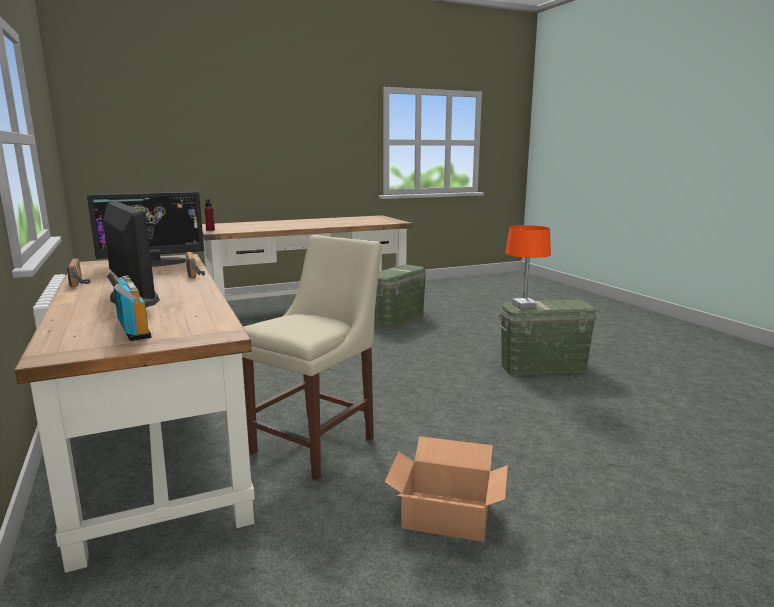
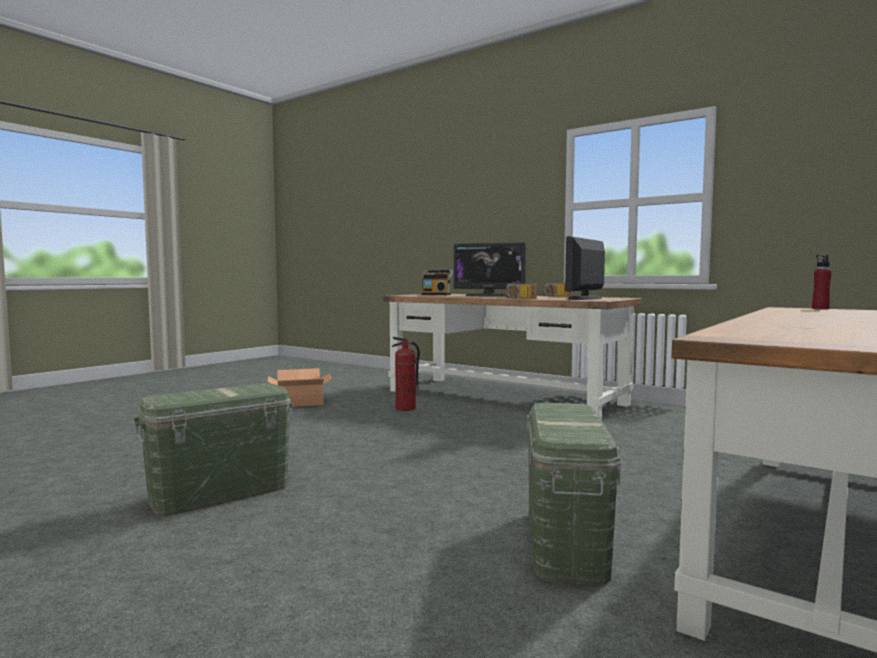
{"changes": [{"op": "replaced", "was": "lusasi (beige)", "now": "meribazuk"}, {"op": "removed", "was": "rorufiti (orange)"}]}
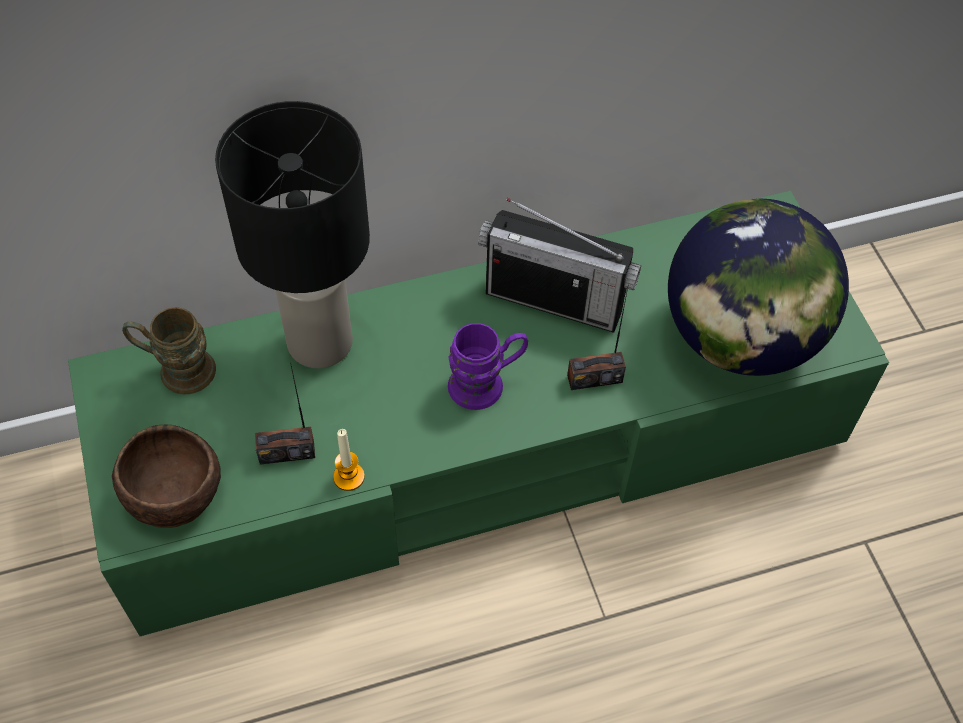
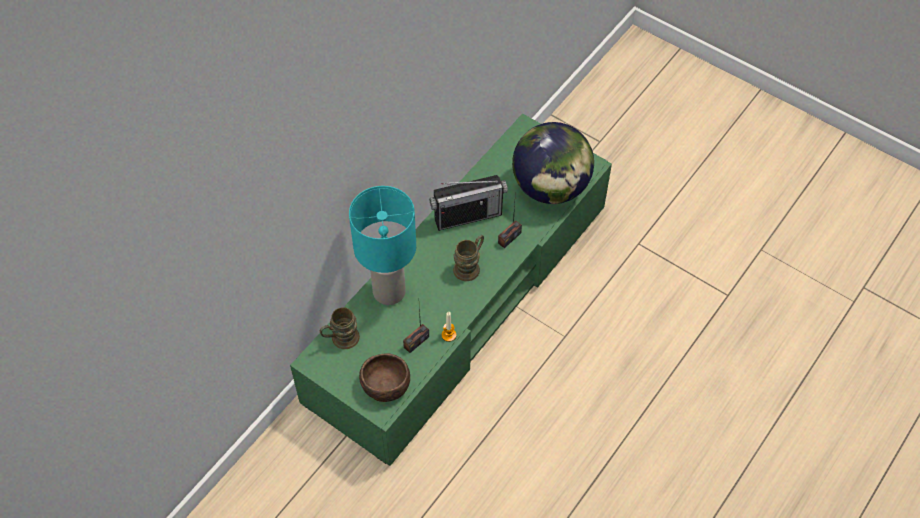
{"changes": [{"op": "recoloured", "was": "rorufiti (black)", "now": "rorufiti (turquoise)"}, {"op": "recoloured", "was": "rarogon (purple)", "now": "rarogon (brown) (2nd from left)"}]}
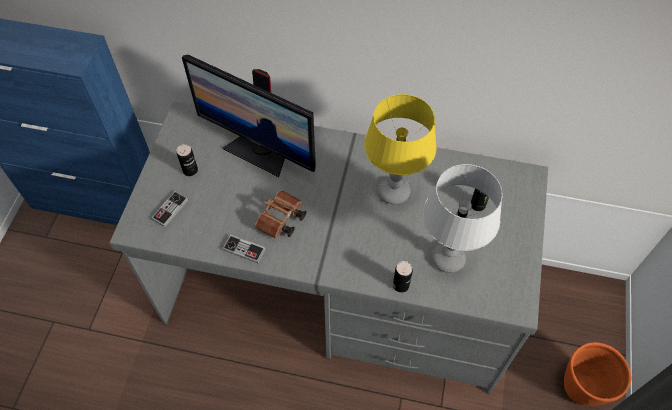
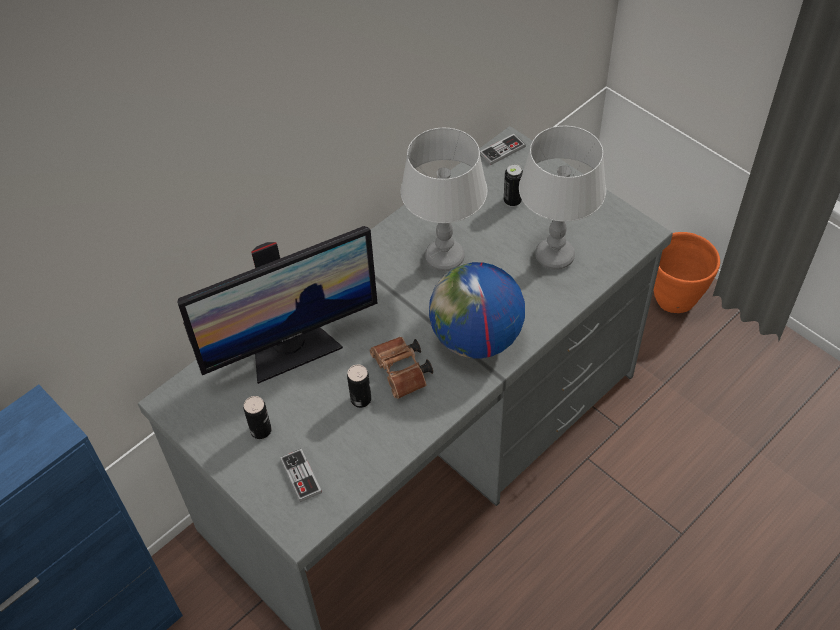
{"changes": [{"op": "moved", "was": "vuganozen (2nd from left)"}, {"op": "recoloured", "was": "rorufiti (yellow)", "now": "rorufiti (grey) (1st from left)"}, {"op": "moved", "was": "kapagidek (2nd from left)"}, {"op": "added", "now": "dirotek"}]}
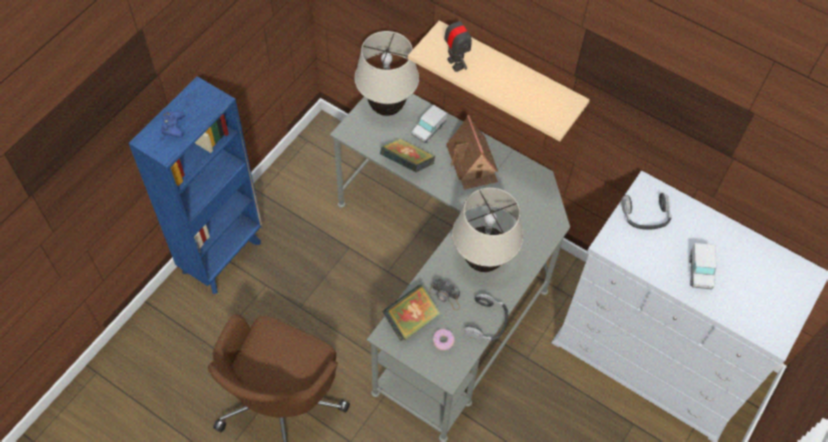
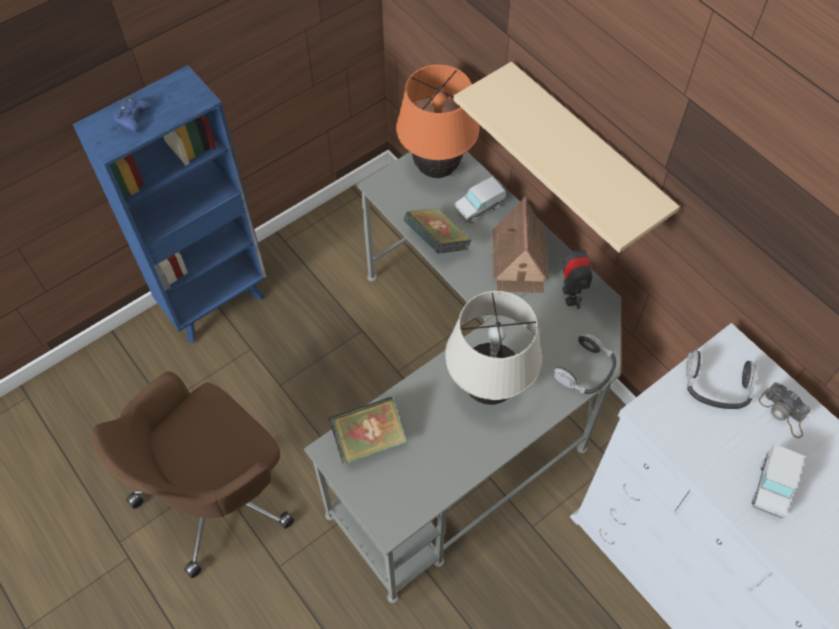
{"changes": [{"op": "recoloured", "was": "rorufiti (beige) (1st from left)", "now": "rorufiti (orange)"}, {"op": "moved", "was": "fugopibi"}, {"op": "removed", "was": "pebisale"}, {"op": "moved", "was": "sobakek"}, {"op": "moved", "was": "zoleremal (1st from left)"}]}
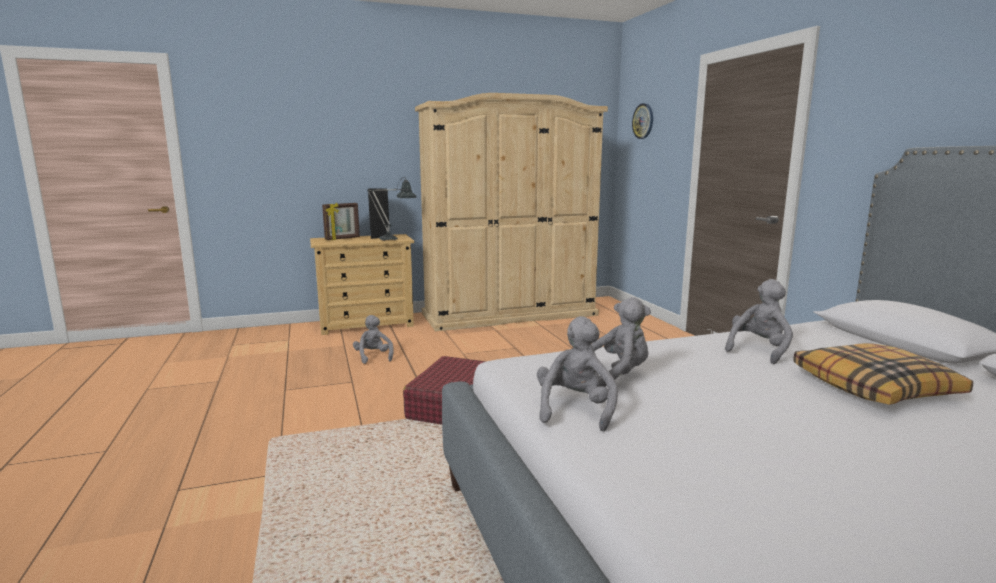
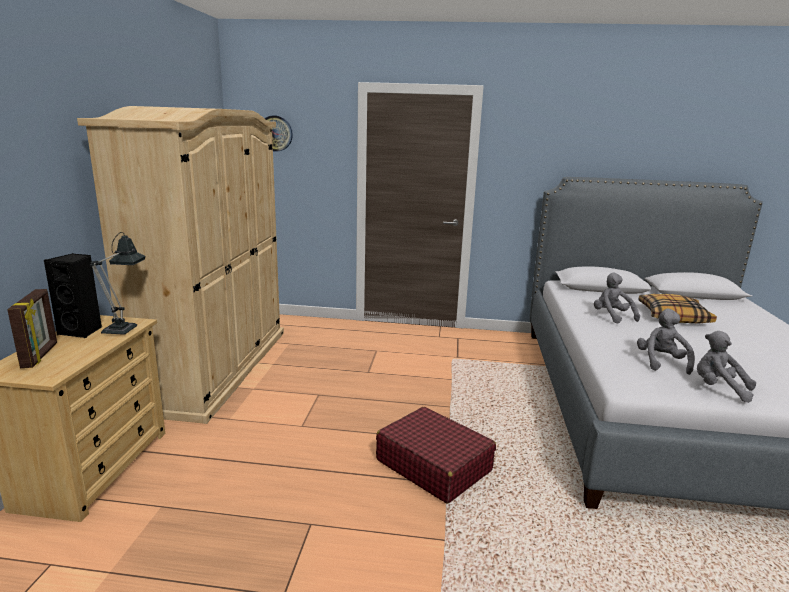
{"changes": [{"op": "removed", "was": "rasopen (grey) (1st from left)"}]}
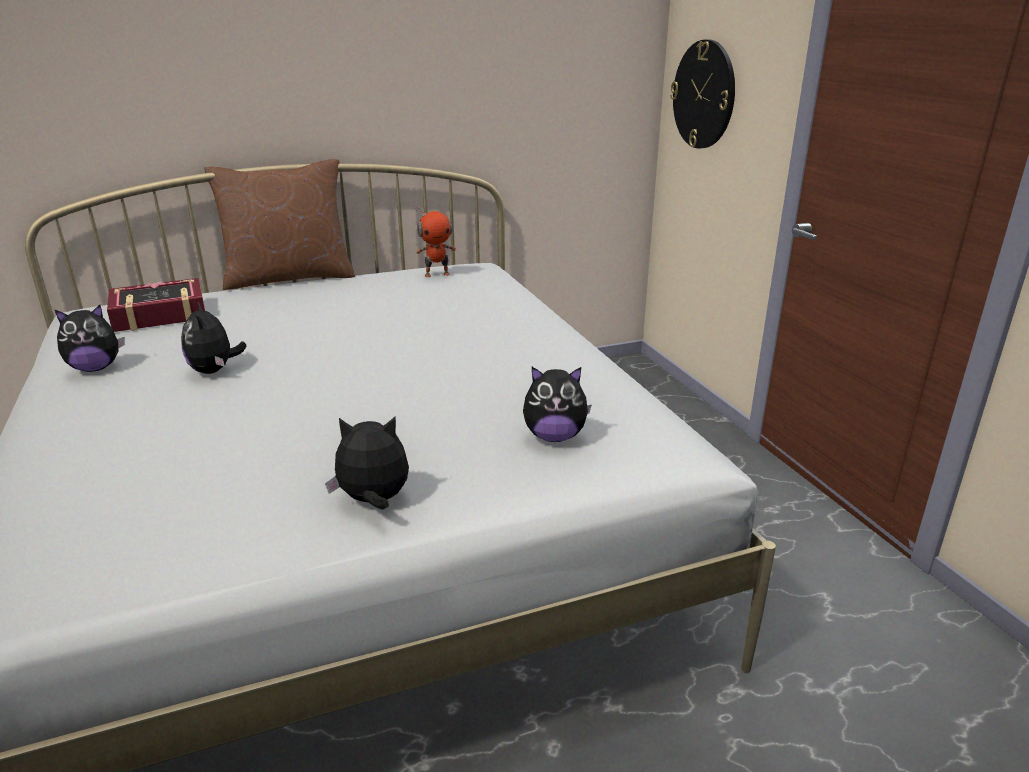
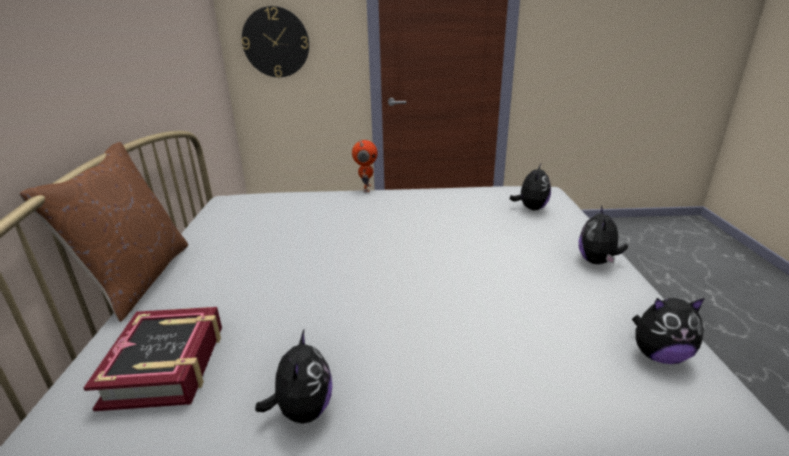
{"changes": [{"op": "moved", "was": "rasopen (2nd from left in the first image)", "now": "rasopen (4th from left)"}, {"op": "moved", "was": "sobakek"}]}
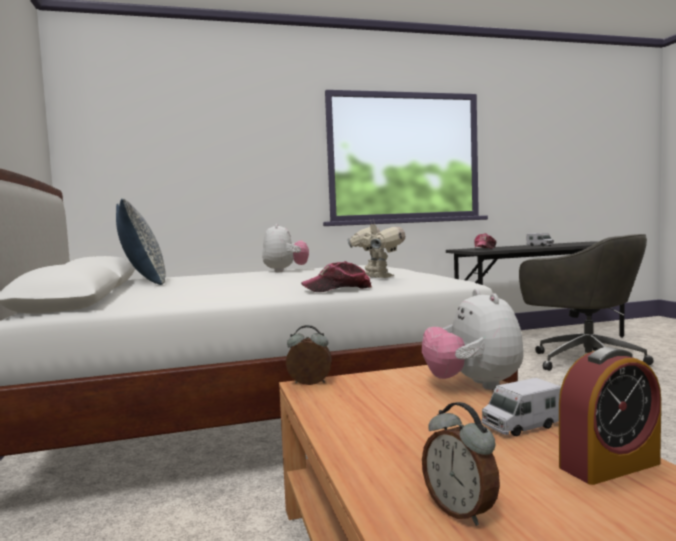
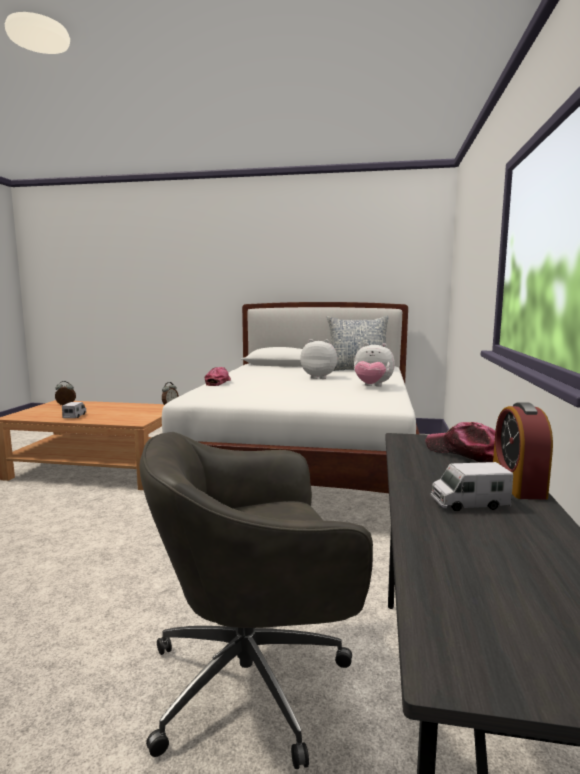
{"changes": [{"op": "removed", "was": "sobakek"}, {"op": "moved", "was": "rasopen (2nd from left in the first image)", "now": "rasopen (1st from left)"}, {"op": "moved", "was": "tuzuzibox (3rd from left)"}]}
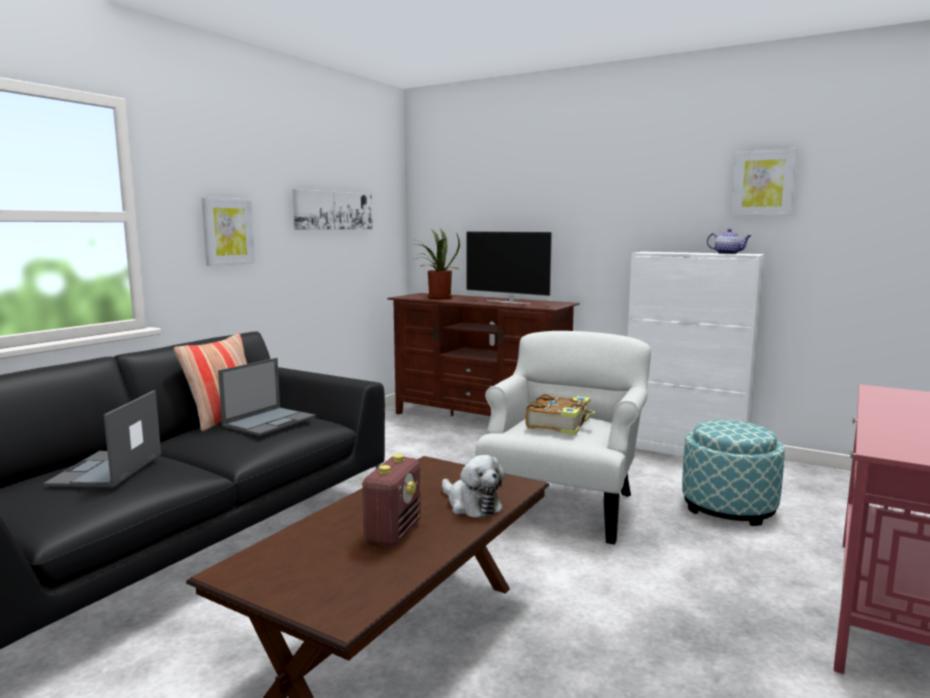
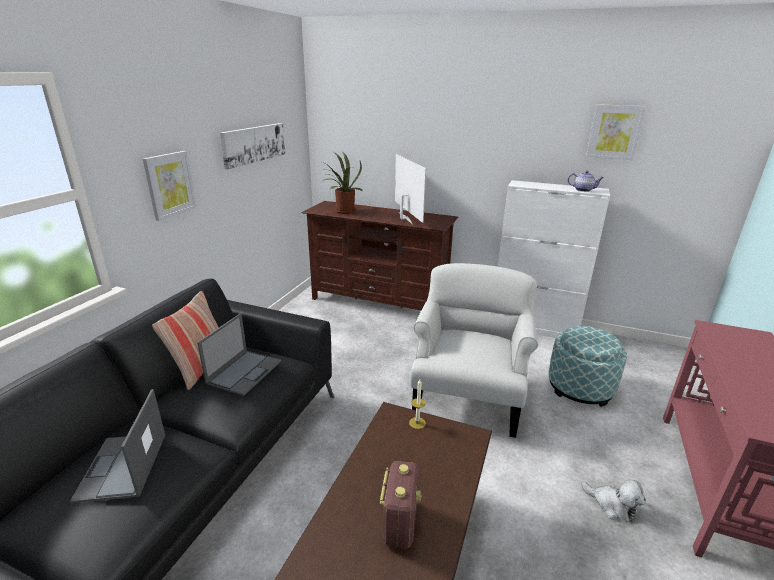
{"changes": [{"op": "moved", "was": "rasopen"}, {"op": "turned", "was": "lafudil", "clockwise": -135}, {"op": "removed", "was": "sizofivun"}, {"op": "added", "now": "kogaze"}]}
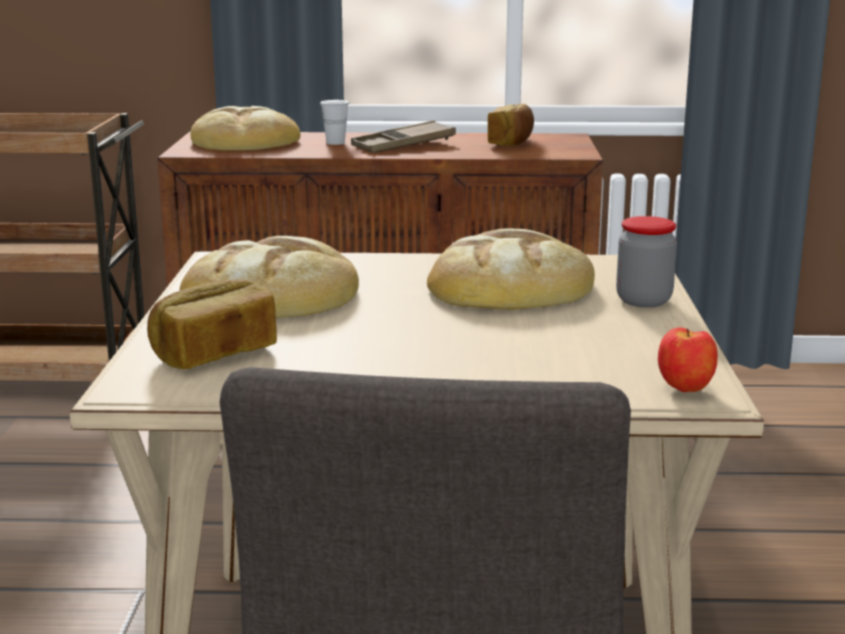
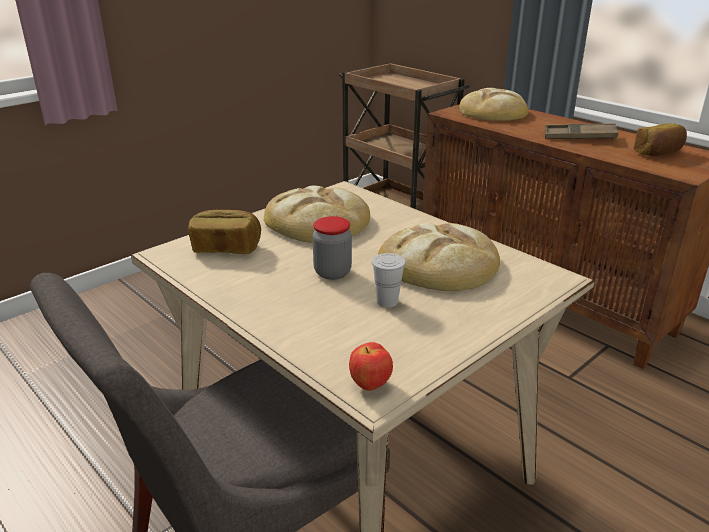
{"changes": [{"op": "moved", "was": "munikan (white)"}, {"op": "moved", "was": "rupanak"}]}
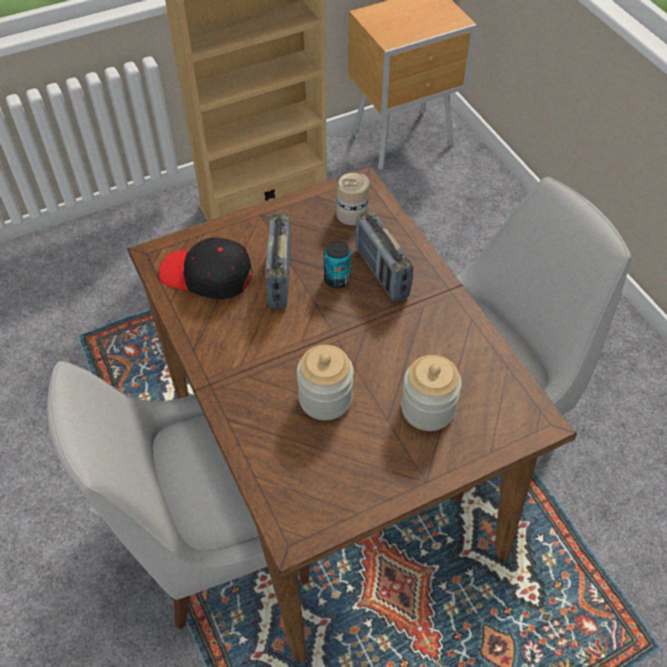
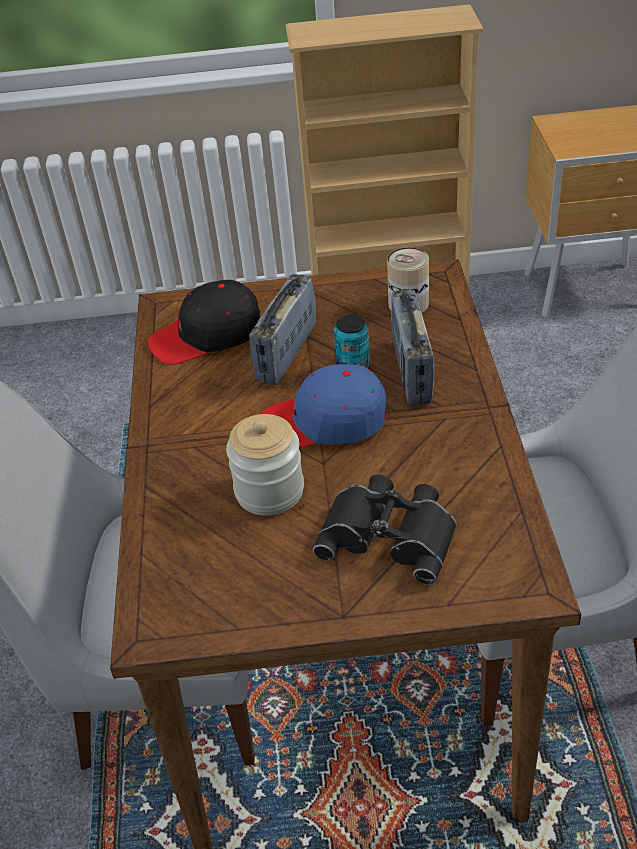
{"changes": [{"op": "turned", "was": "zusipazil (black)", "clockwise": -60}, {"op": "replaced", "was": "rupanak (2nd from left)", "now": "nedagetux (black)"}, {"op": "added", "now": "zusipazil (blue)"}]}
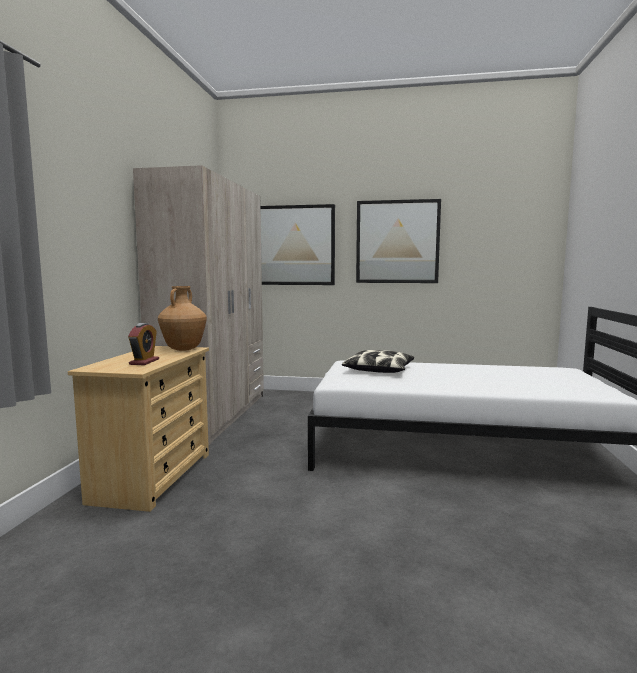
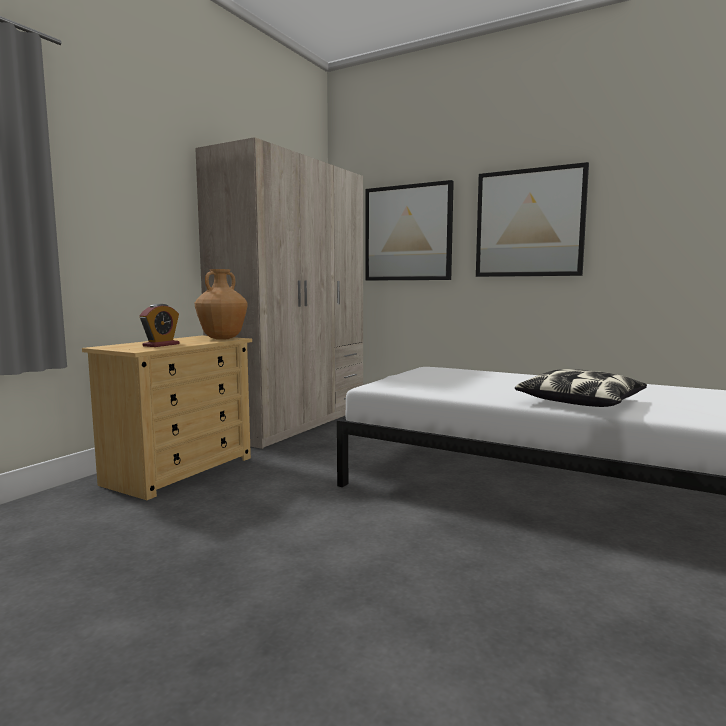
{"changes": [{"op": "moved", "was": "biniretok"}]}
